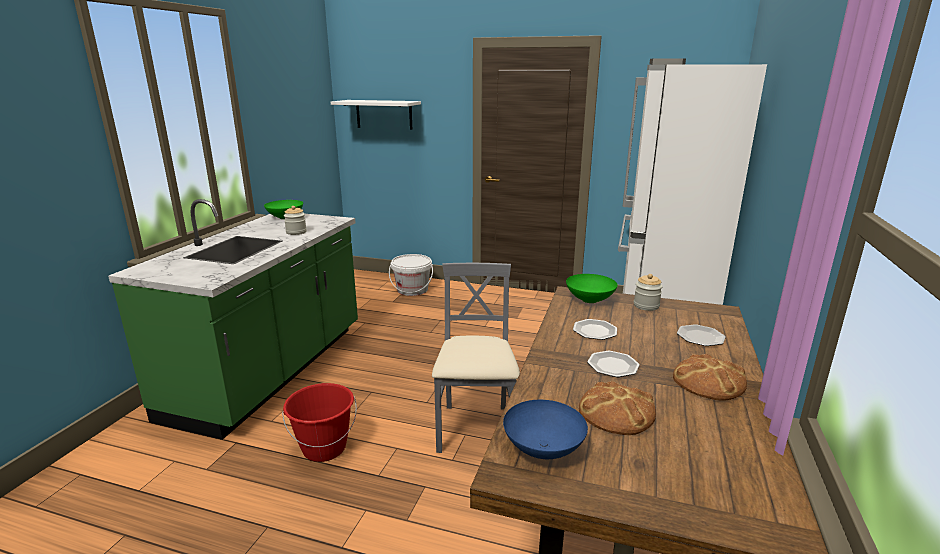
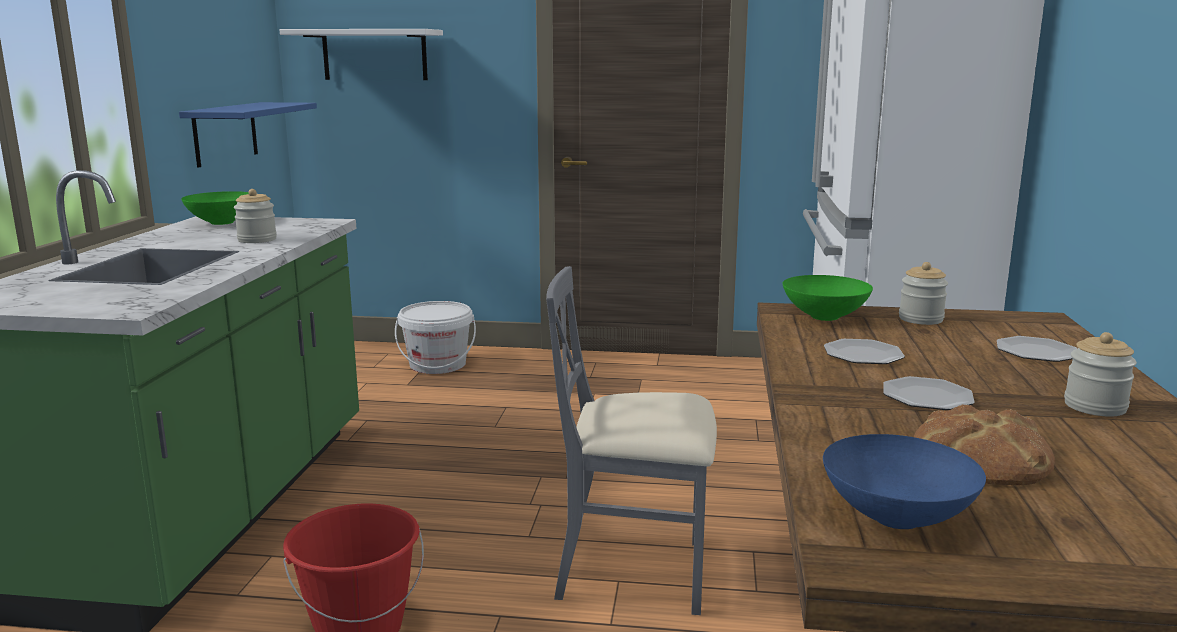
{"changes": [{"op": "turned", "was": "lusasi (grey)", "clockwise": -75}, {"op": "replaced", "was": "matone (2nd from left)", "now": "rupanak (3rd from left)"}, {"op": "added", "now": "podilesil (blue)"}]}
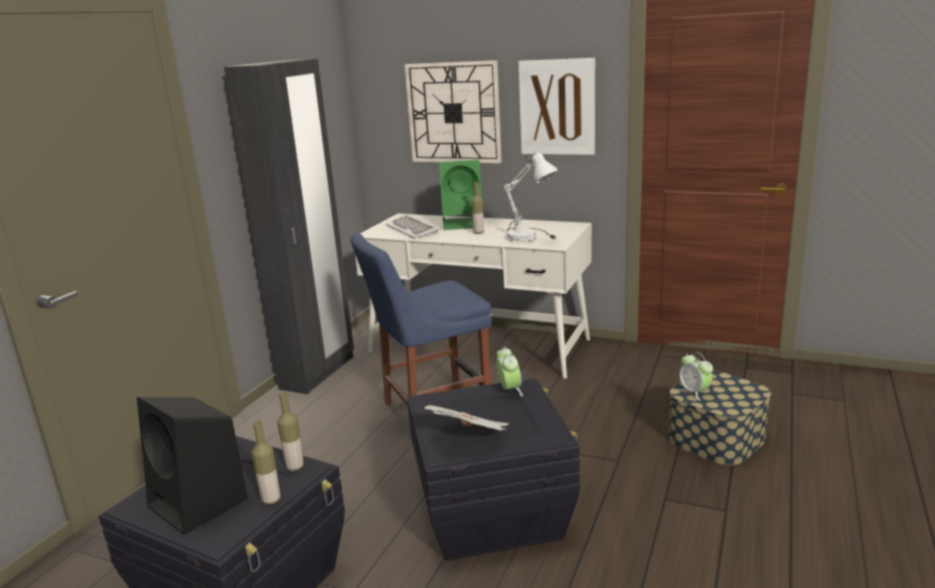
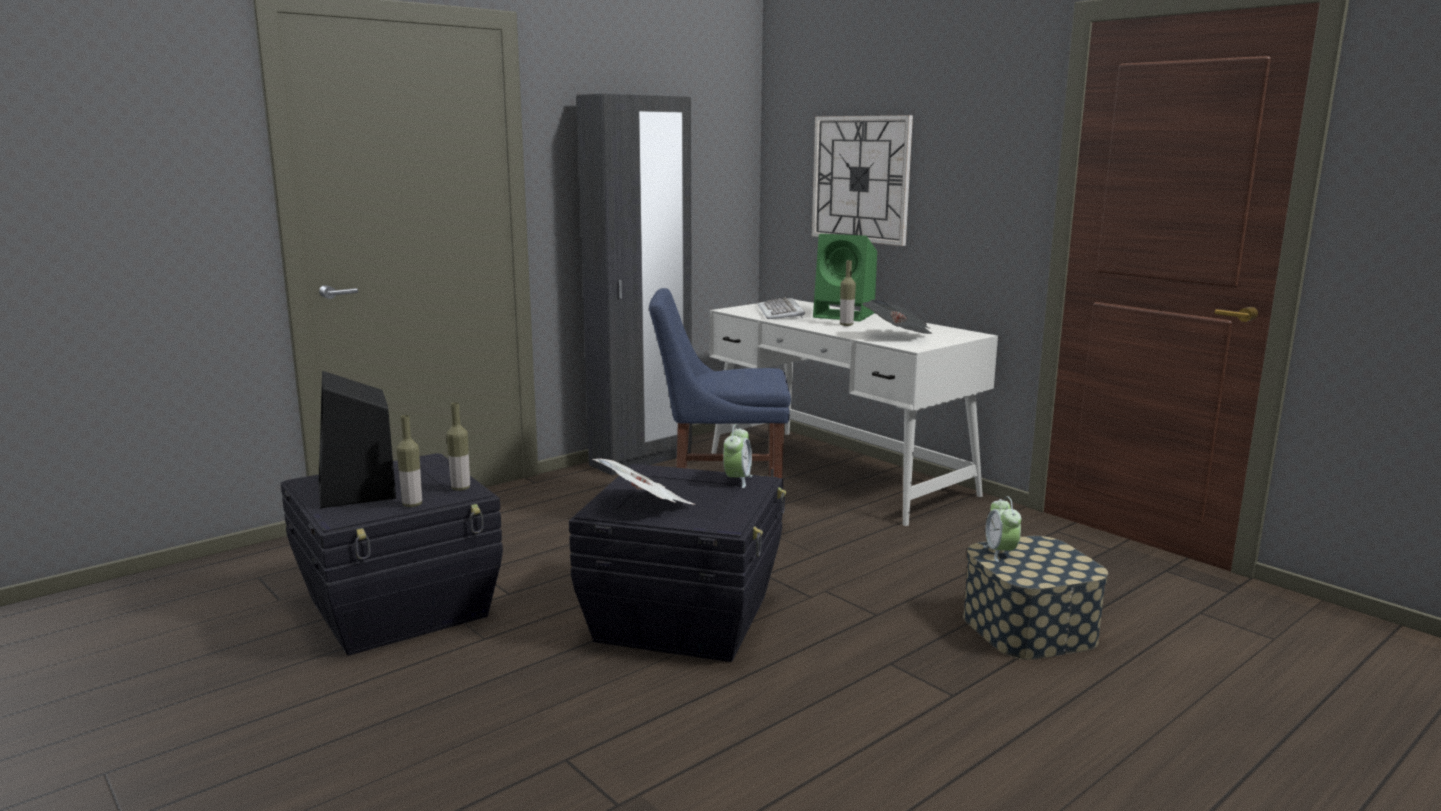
{"changes": [{"op": "replaced", "was": "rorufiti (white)", "now": "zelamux (2nd from left)"}, {"op": "removed", "was": "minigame"}]}
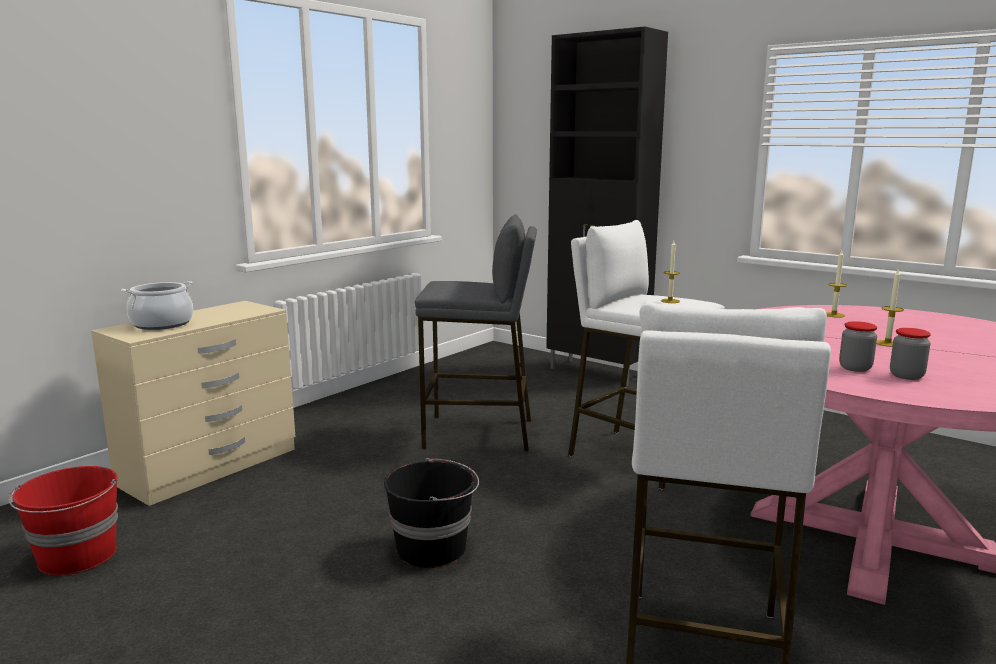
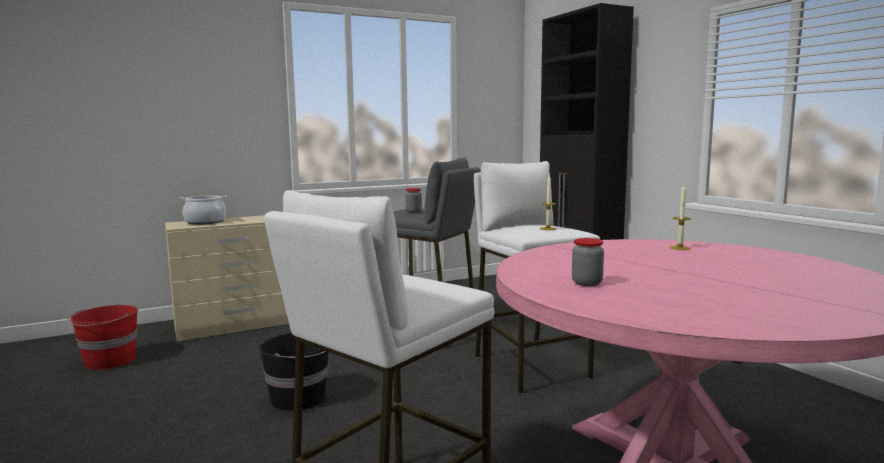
{"changes": [{"op": "removed", "was": "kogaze (3rd from left)"}, {"op": "moved", "was": "rupanak (2nd from left in the first image)", "now": "rupanak (1st from left)"}]}
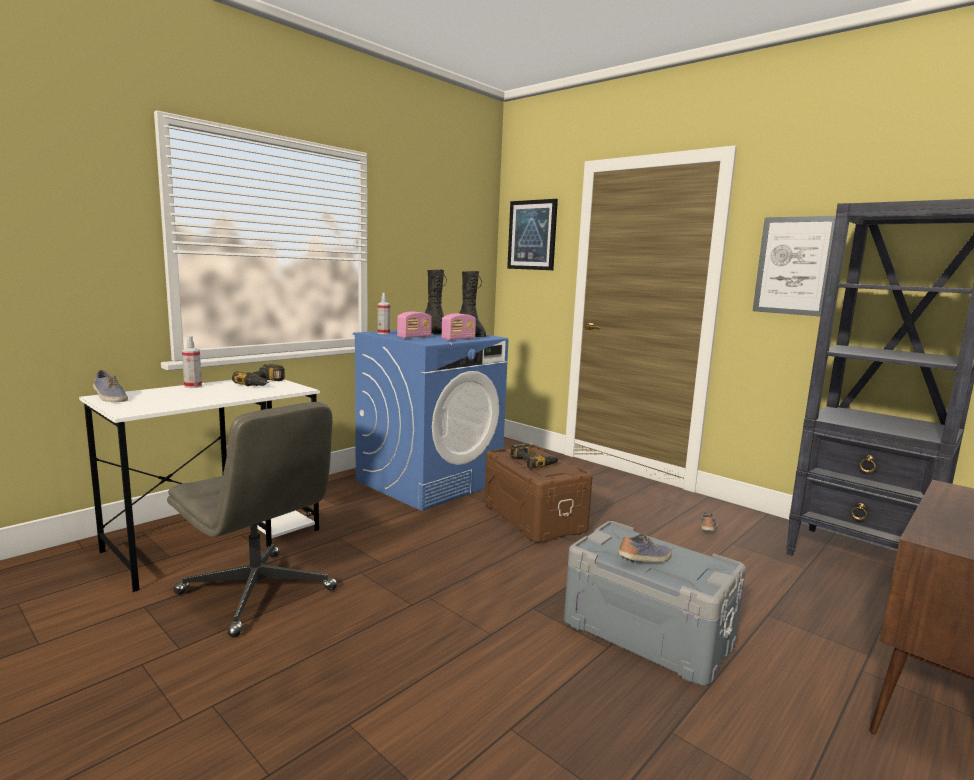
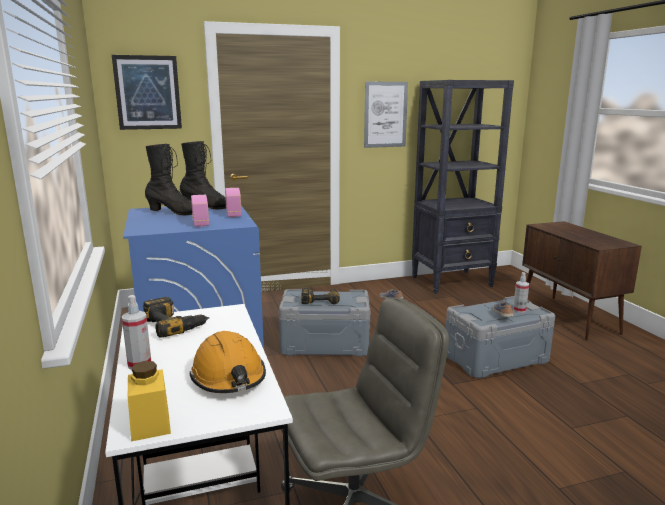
{"changes": [{"op": "replaced", "was": "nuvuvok (1st from left)", "now": "rupanak (yellow)"}, {"op": "moved", "was": "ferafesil (2nd from left)"}, {"op": "recoloured", "was": "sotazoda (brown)", "now": "sotazoda (grey) (1st from left)"}, {"op": "added", "now": "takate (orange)"}]}
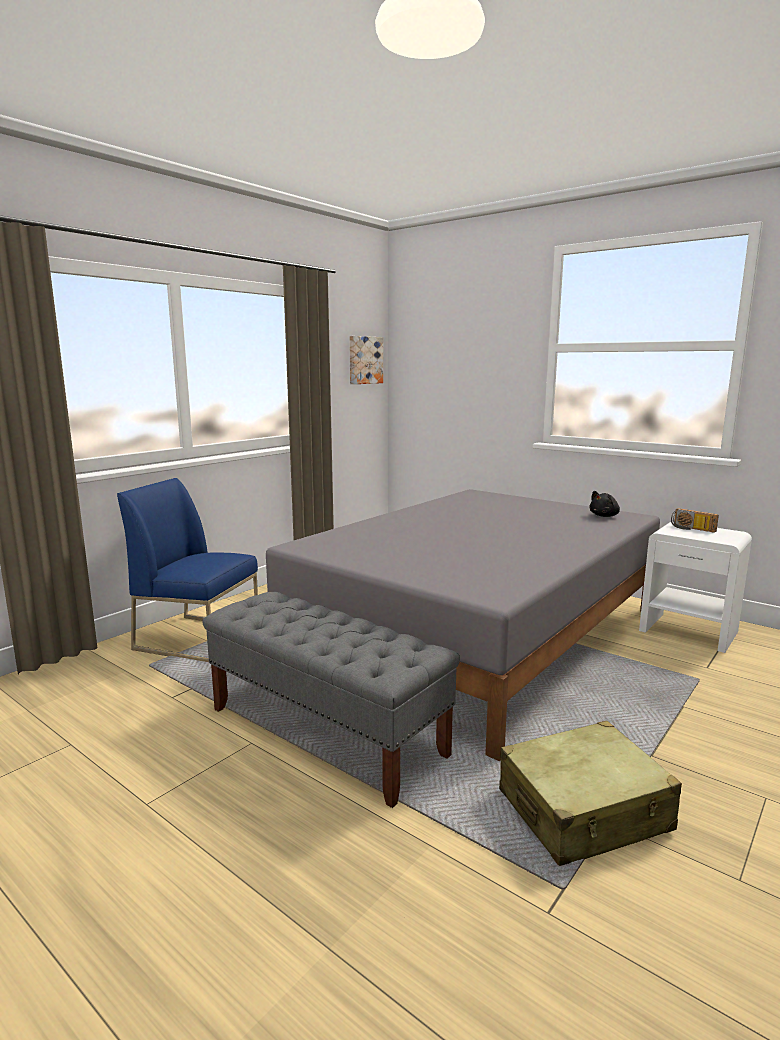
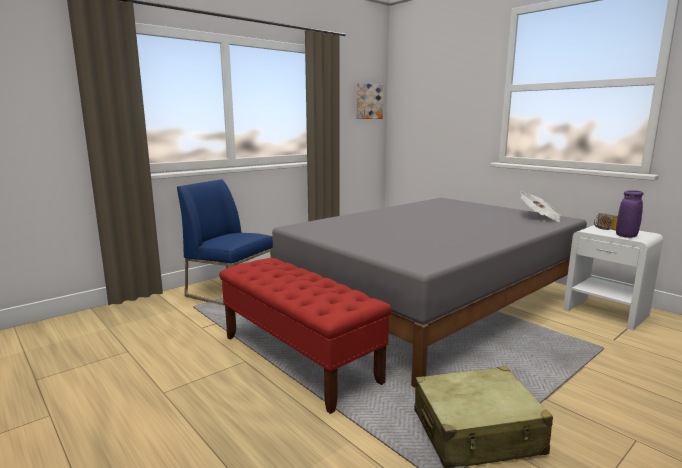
{"changes": [{"op": "recoloured", "was": "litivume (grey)", "now": "litivume (red)"}, {"op": "replaced", "was": "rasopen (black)", "now": "zelamux"}, {"op": "added", "now": "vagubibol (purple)"}]}
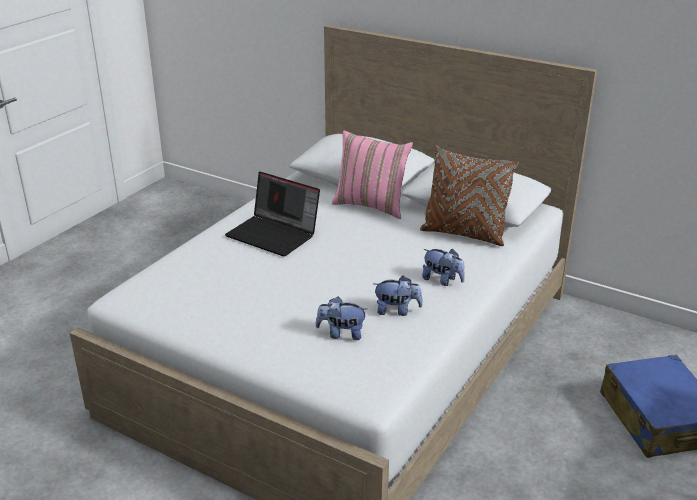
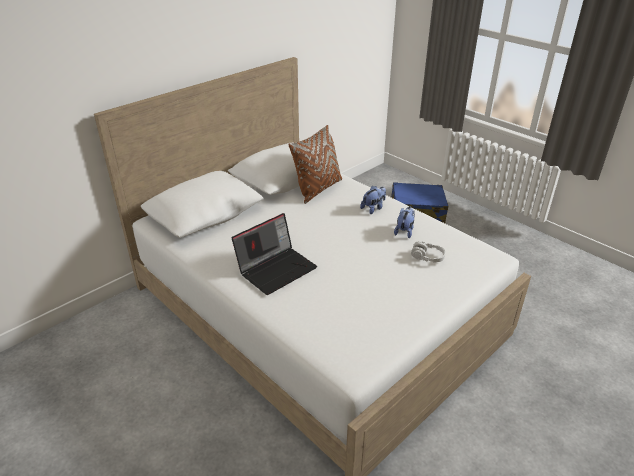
{"changes": [{"op": "replaced", "was": "rasopen (1st from left)", "now": "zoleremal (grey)"}, {"op": "removed", "was": "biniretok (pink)"}]}
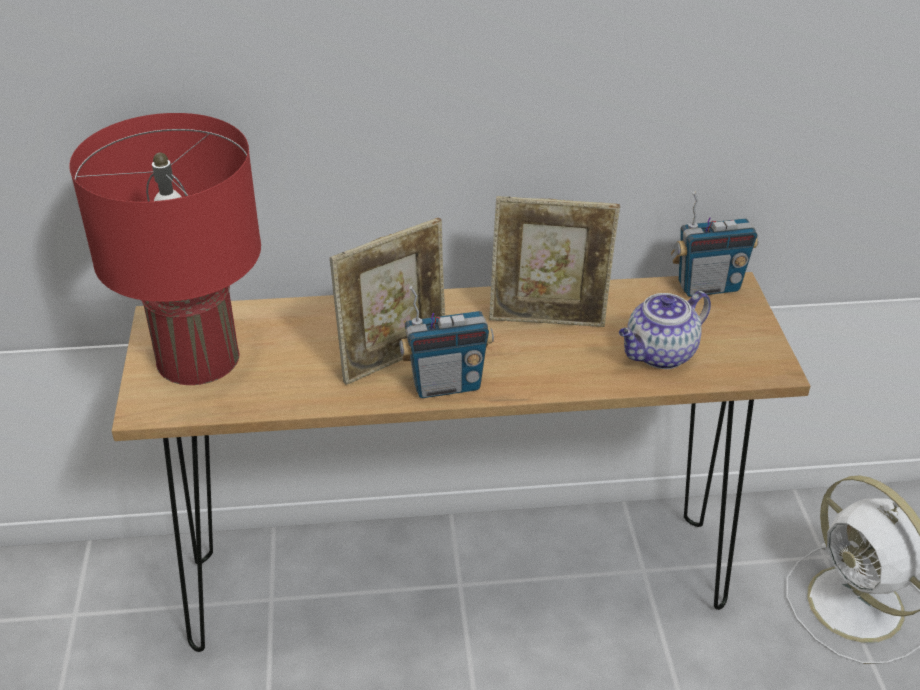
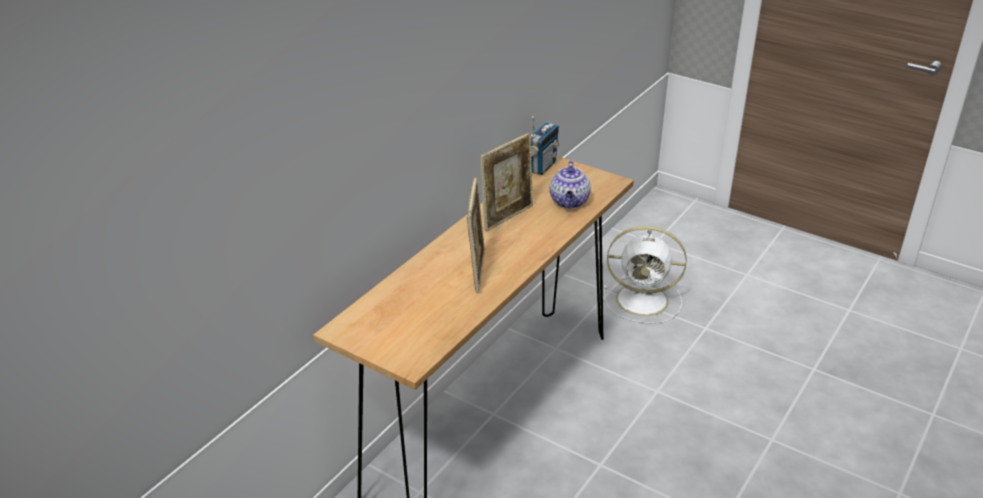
{"changes": [{"op": "removed", "was": "rorufiti (red)"}, {"op": "removed", "was": "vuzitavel (1st from left)"}]}
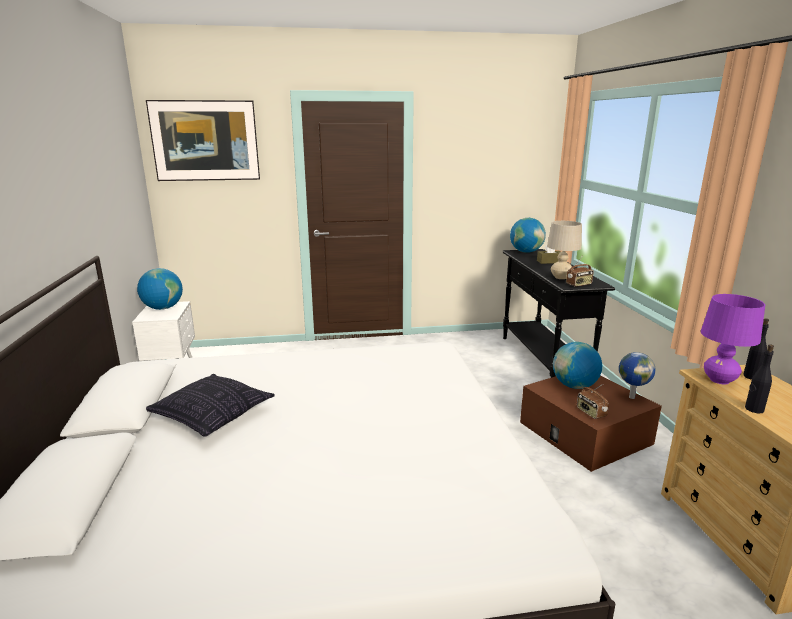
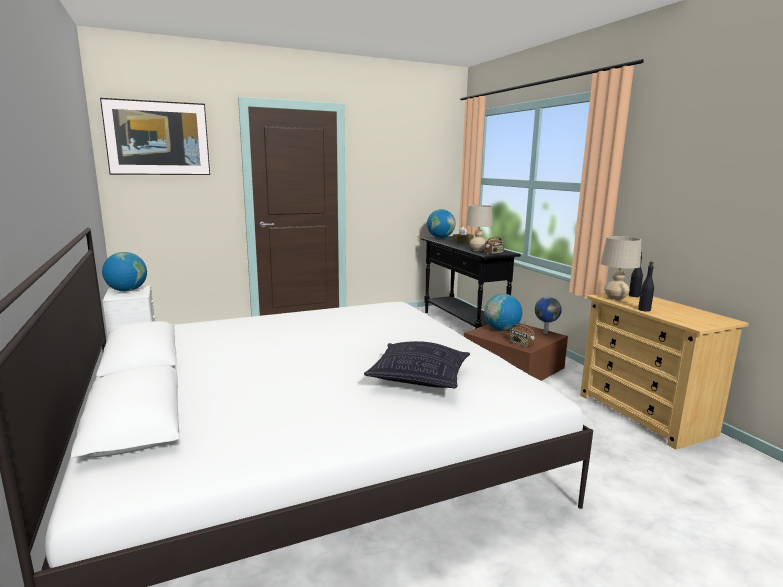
{"changes": [{"op": "moved", "was": "biniretok"}, {"op": "recoloured", "was": "rorufiti (purple)", "now": "rorufiti (beige) (2nd from left)"}]}
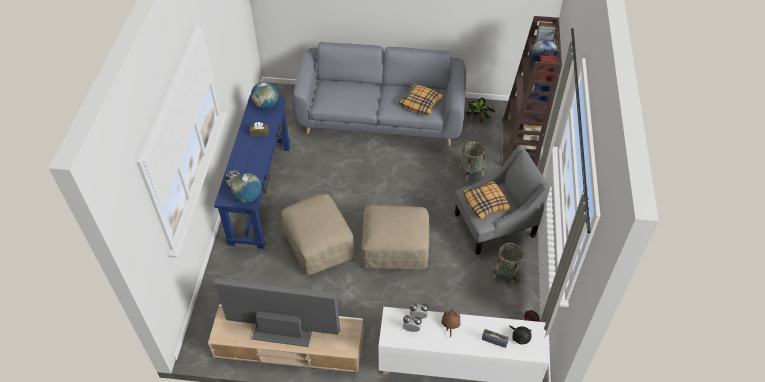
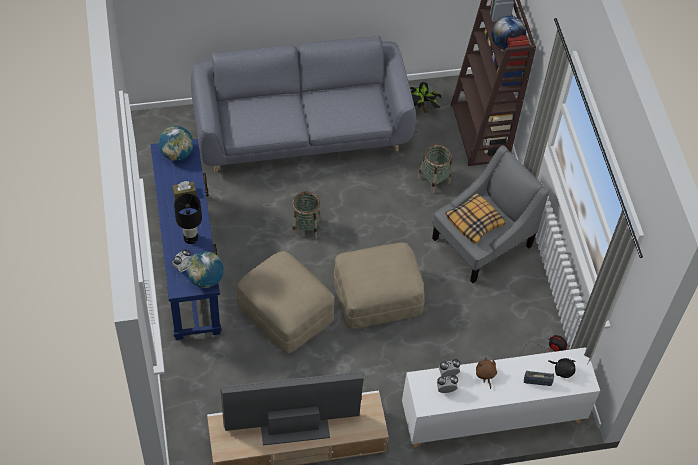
{"changes": [{"op": "removed", "was": "biniretok (1st from left)"}, {"op": "moved", "was": "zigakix (2nd from left in the first image)", "now": "zigakix (1st from left)"}, {"op": "added", "now": "rorufiti (black)"}]}
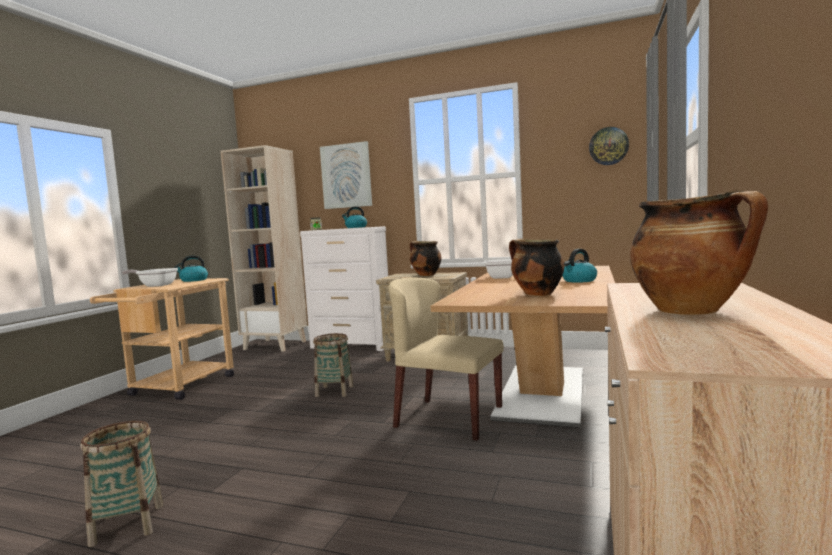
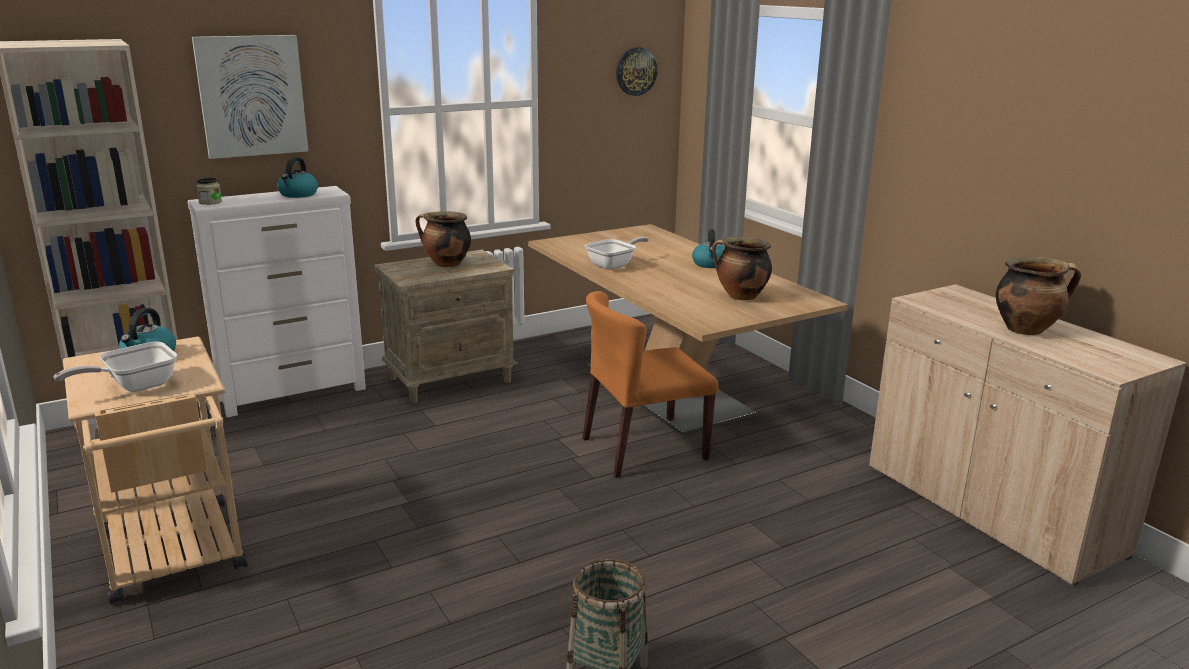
{"changes": [{"op": "removed", "was": "zigakix (2nd from left)"}, {"op": "recoloured", "was": "lusasi (beige)", "now": "lusasi (orange)"}]}
